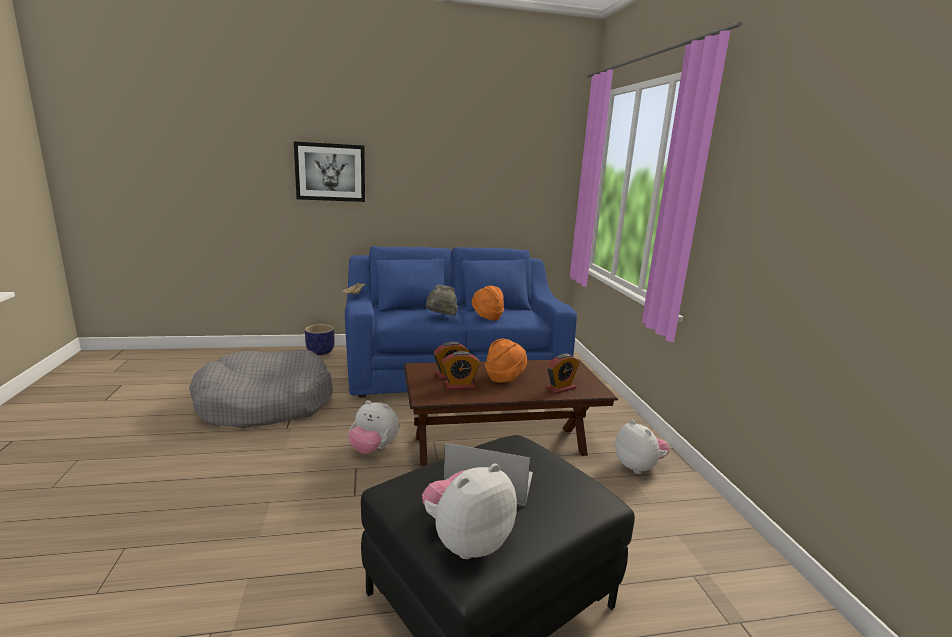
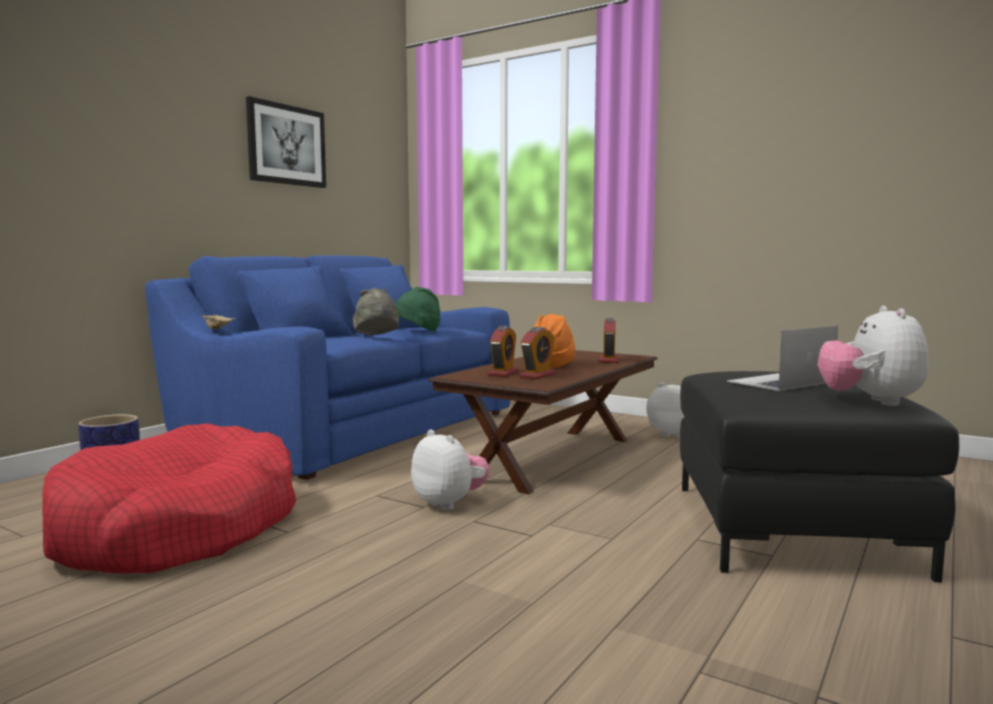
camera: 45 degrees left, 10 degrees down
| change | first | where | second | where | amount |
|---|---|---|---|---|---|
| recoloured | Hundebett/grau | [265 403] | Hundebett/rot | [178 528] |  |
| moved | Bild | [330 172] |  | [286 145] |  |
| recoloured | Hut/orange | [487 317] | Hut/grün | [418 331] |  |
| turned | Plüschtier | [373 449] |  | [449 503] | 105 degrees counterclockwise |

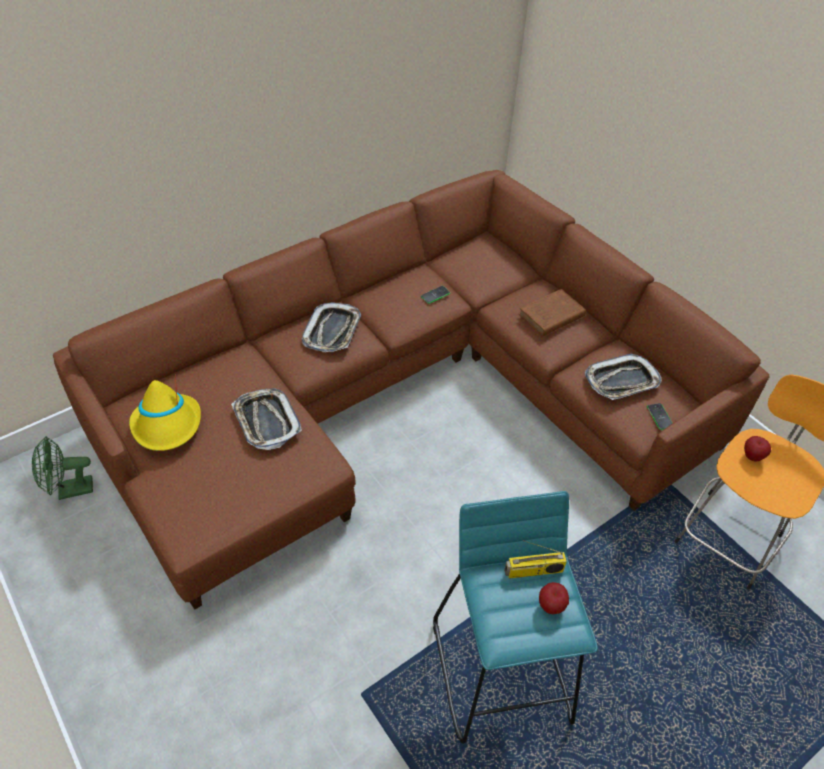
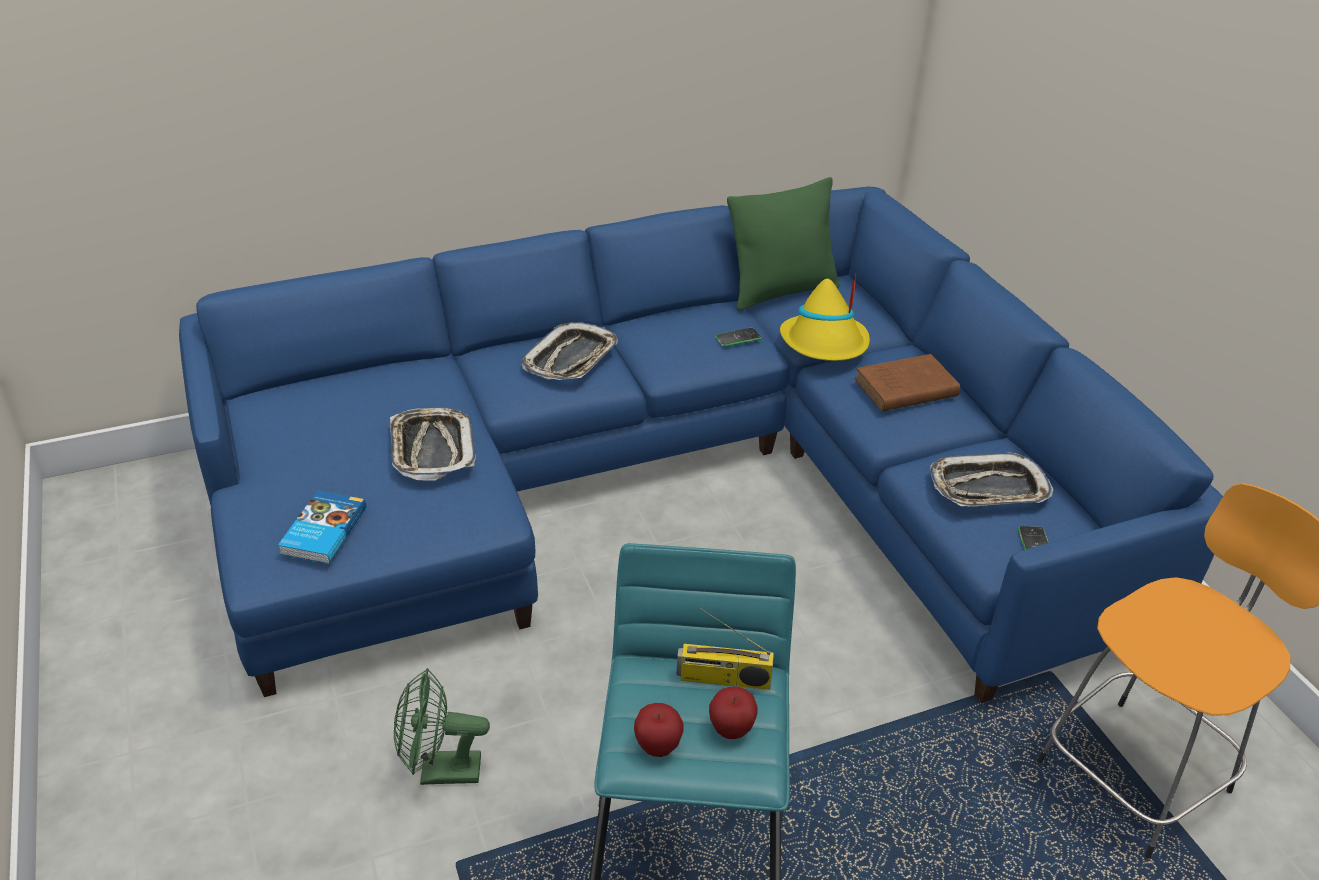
camera: 15 degrees right, 10 degrees down
| change | first | where | second | where | amount |
|---|---|---|---|---|---|
| recoloured | Sofa/braun | [402 396] | Sofa/blau | [667 485] |  |
| added |  |  | Buch | [322 531] |  |
| moved | Ventilator/grün | [69 490] |  | [440 772] |  |
| moved | Apfel | [752 456] |  | [658 747] |  |
| added |  |  | Kissen/grün | [781 291] |  |
| moved | Hut/gelb | [167 425] |  | [825 344] |  |

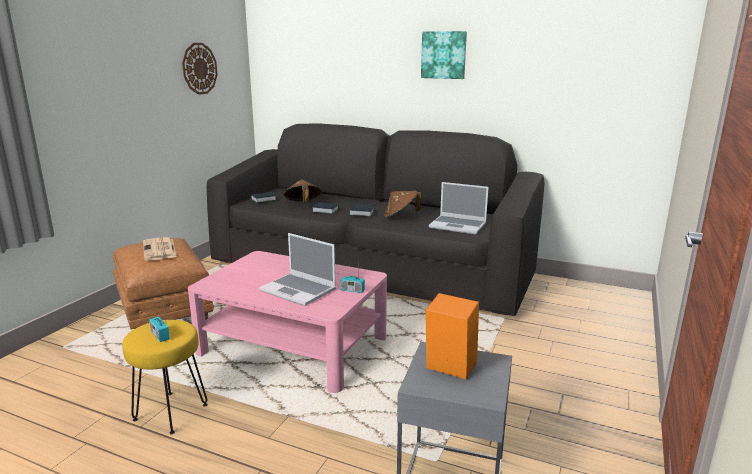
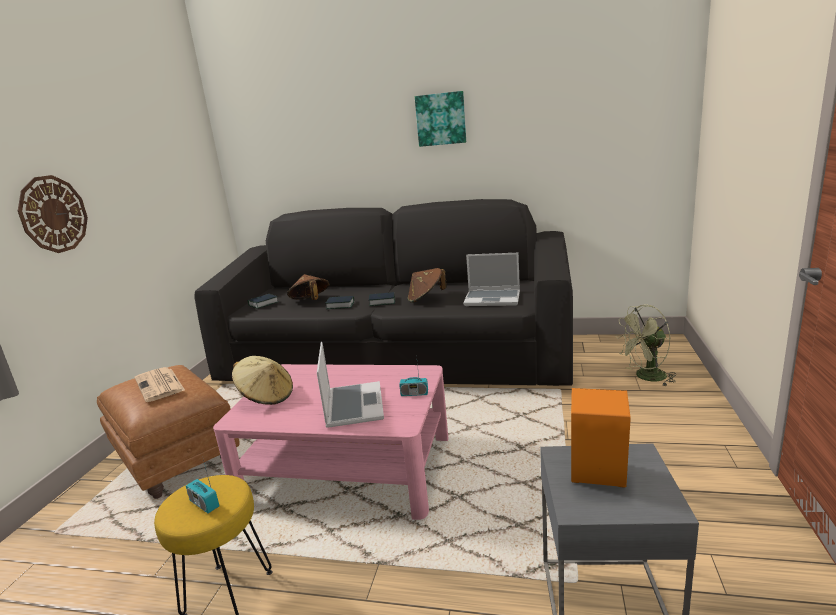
camera: 10 degrees left, 0 degrees up
| change | first | where | second | where | amount |
|---|---|---|---|---|---|
| moved | Wanduhr | [199 68] |  | [53 214] |  |
| added |  |  | Hut/beige | [266 397] |  |
| turned | Laptop | [299 290] |  | [353 405] | 120 degrees counterclockwise |
| added |  |  | Ventilator/grün | [646 377] |  |

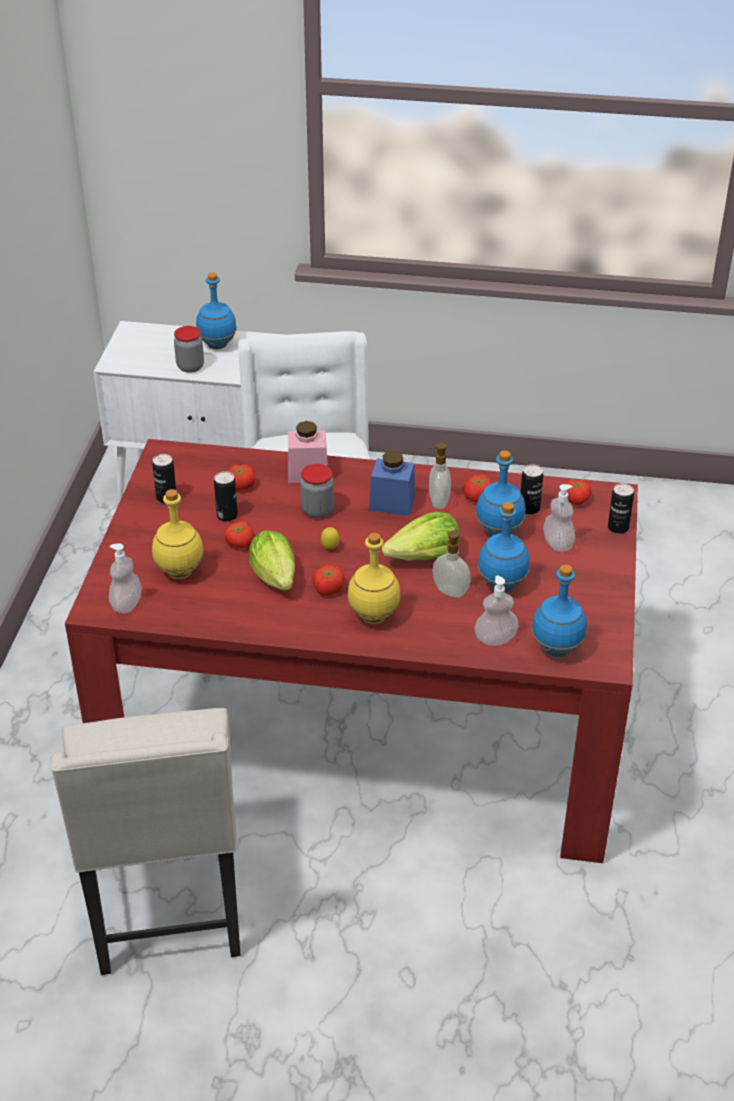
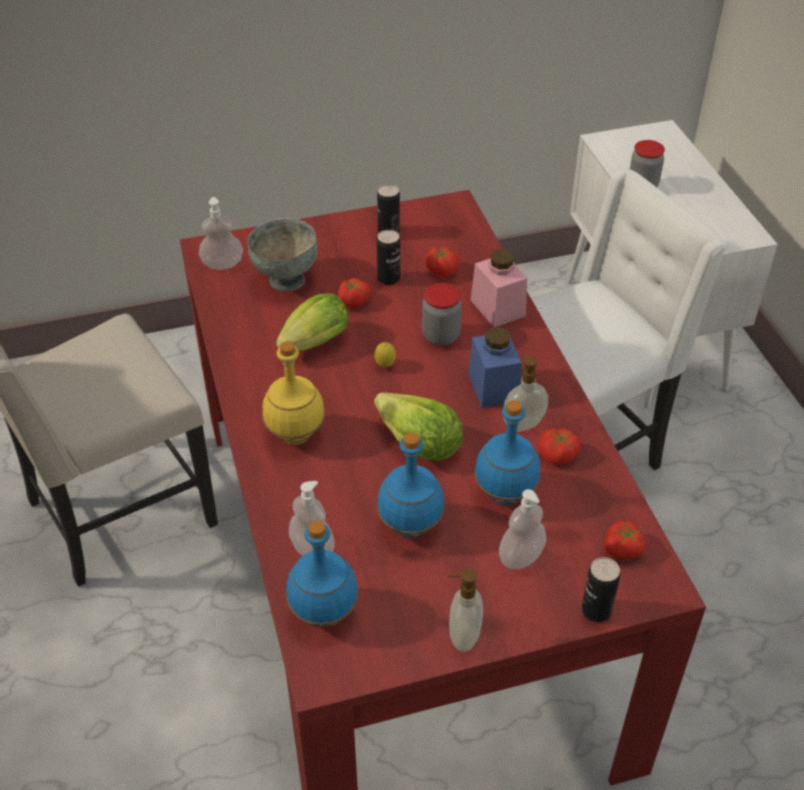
camera: 65 degrees right, 5 degrees up
| change | first | where | second | where | amount |
|---|---|---|---|---|---|
| replaced | Flasche/gelb | [180 572] | Schüssel/grau | [285 279] |  |
| moved | Seifenspender | [450 592] |  | [462 636] |  |
| removed | Flasche/blau | [217 345] |  |  |  |
| removed | Tomate | [327 588] |  |  |  |
| removed | Dose | [529 508] |  |  |  |

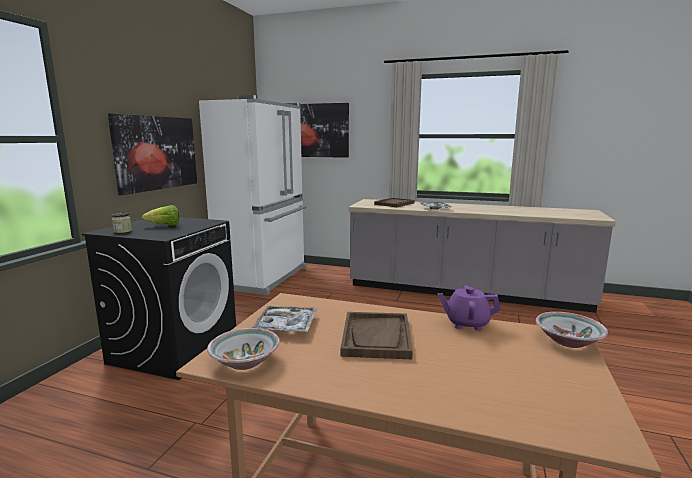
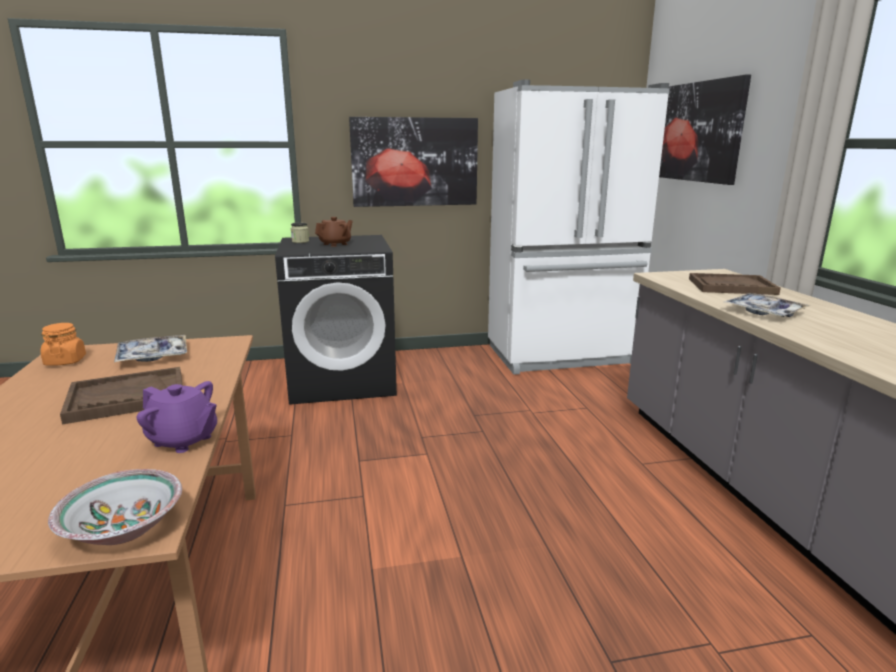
camera: 60 degrees right, 5 degrees up
| change | first | where | second | where | amount |
|---|---|---|---|---|---|
| replaced | Schüssel | [246 361] | Vorratsglas/orange | [65 361] |  |
| turned | Teekanne/lila | [466 323] |  | [183 440] | 135 degrees clockwise |
| replaced | Salatkopf | [165 226] | Teekanne/braun | [335 244] |  |

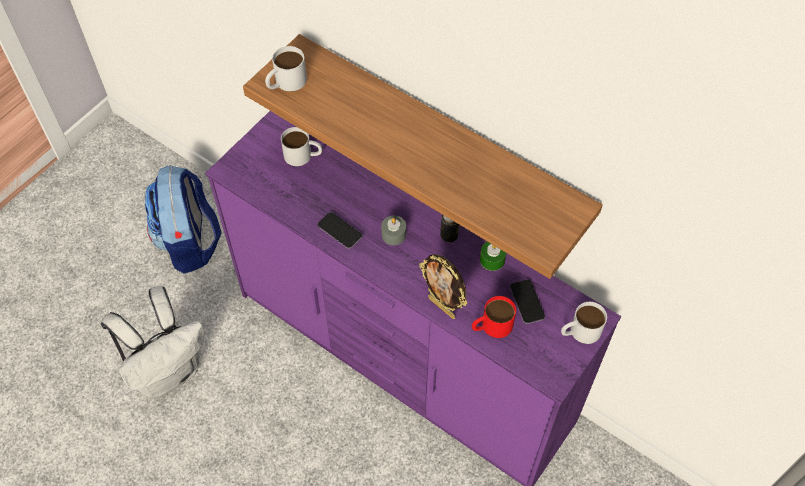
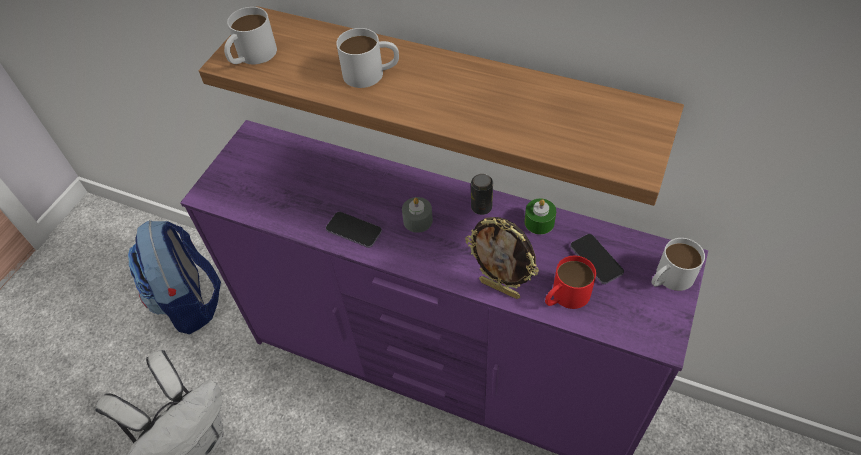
camera: 10 degrees left, 5 degrees down
| change | first | where | second | where | amount |
|---|---|---|---|---|---|
| moved | Henkelbecher/weiß | [303 155] |  | [371 73] |  |

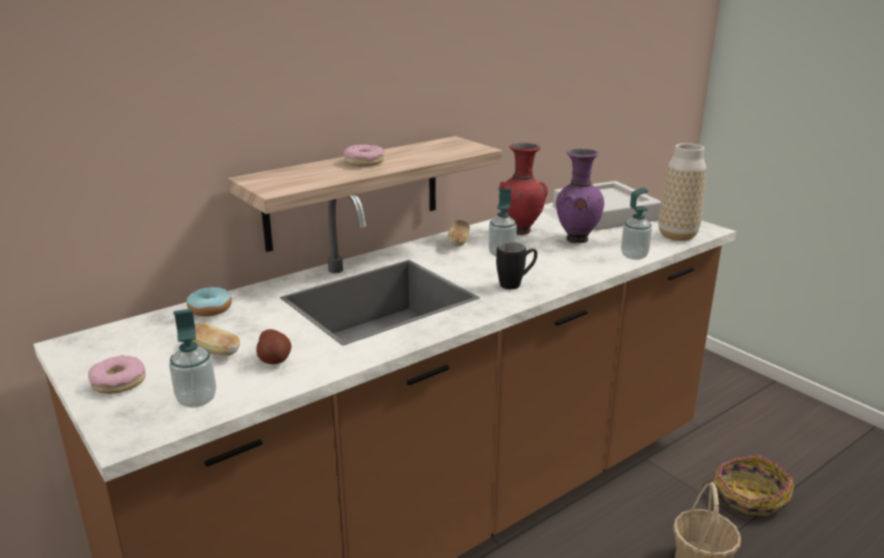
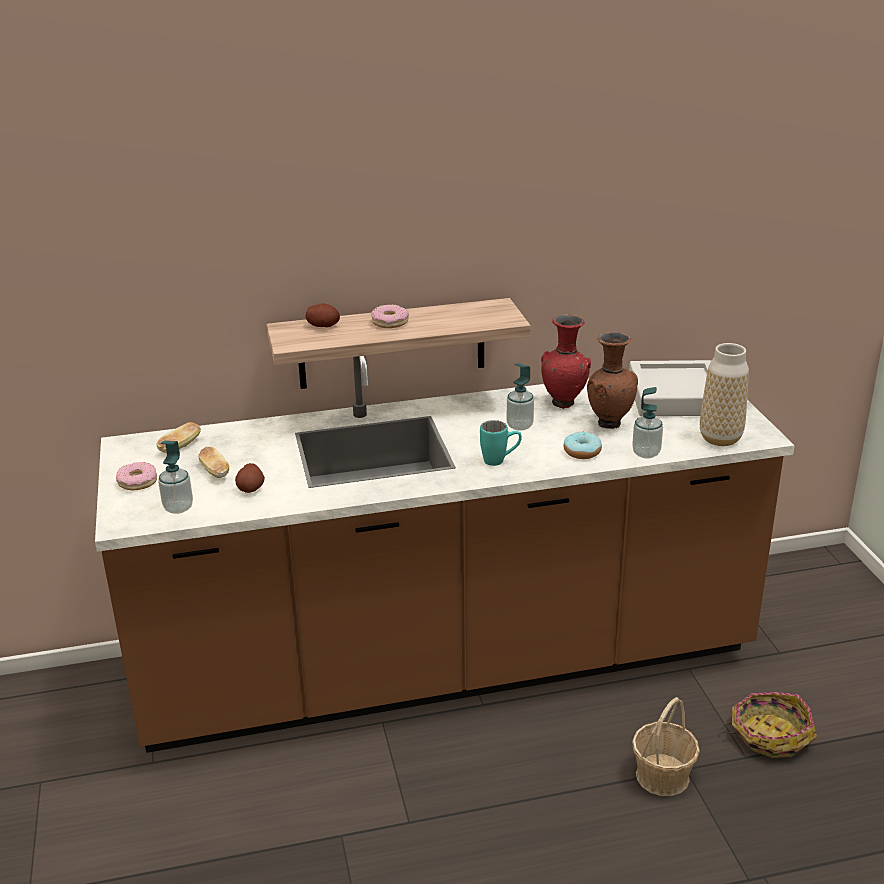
camera: 25 degrees right, 5 degrees up
| change | first | where | second | where | amount |
|---|---|---|---|---|---|
| moved | Brot | [459 242] |  | [180 447] |  |
| added |  |  | Kartoffel | [323 326] |  |
| recoloured | Henkelbecher/schwarz | [516 284] | Henkelbecher/türkis | [500 461] |  |
| moved | Donut | [210 309] |  | [582 452] |  |
| recoloured | Vase/lila | [576 239] | Vase/braun | [609 423] |  |

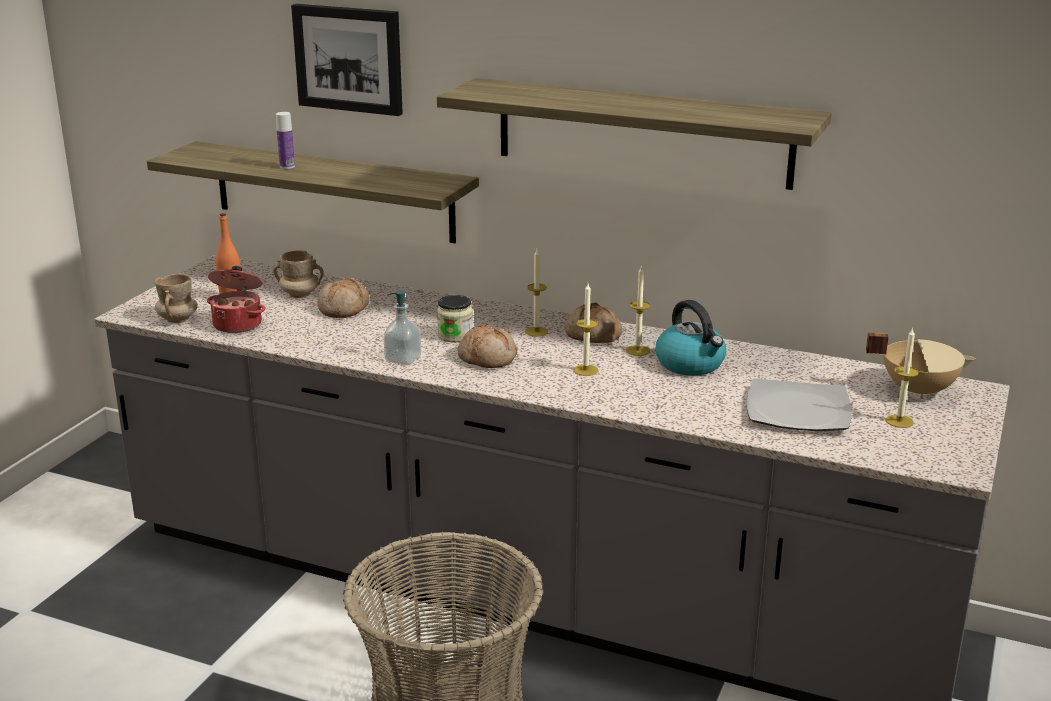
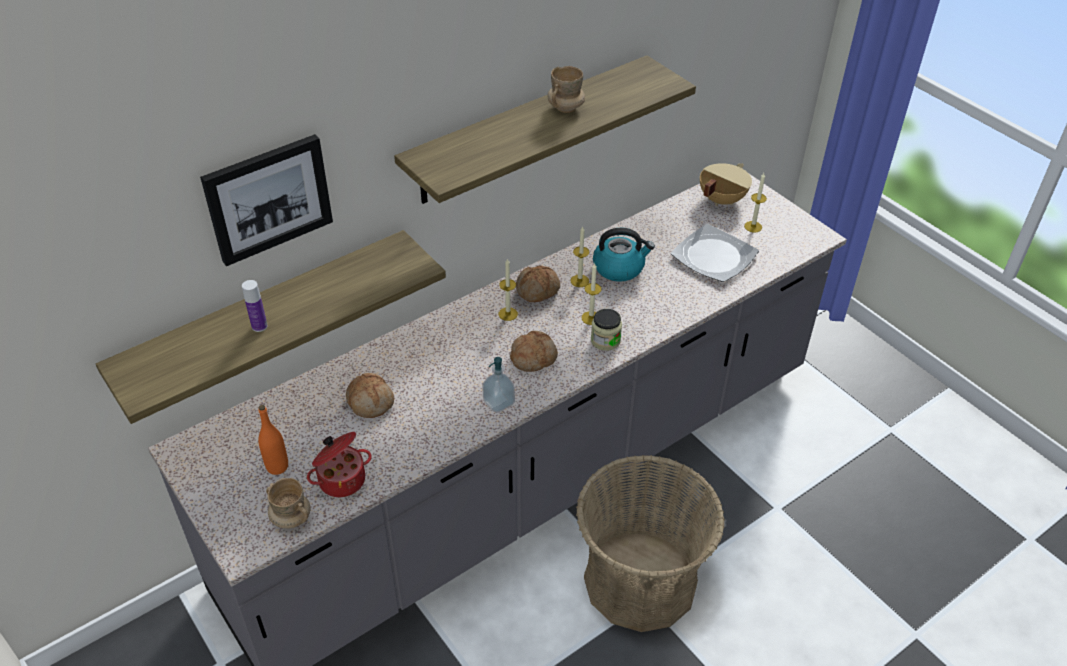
camera: 60 degrees left, 20 degrees up
| change | first | where | second | where | amount |
|---|---|---|---|---|---|
| moved | Henkelbecher/beige | [300 294] |  | [565 107] |  |
| moved | Vorratsglas | [455 335] |  | [605 340] |  |

